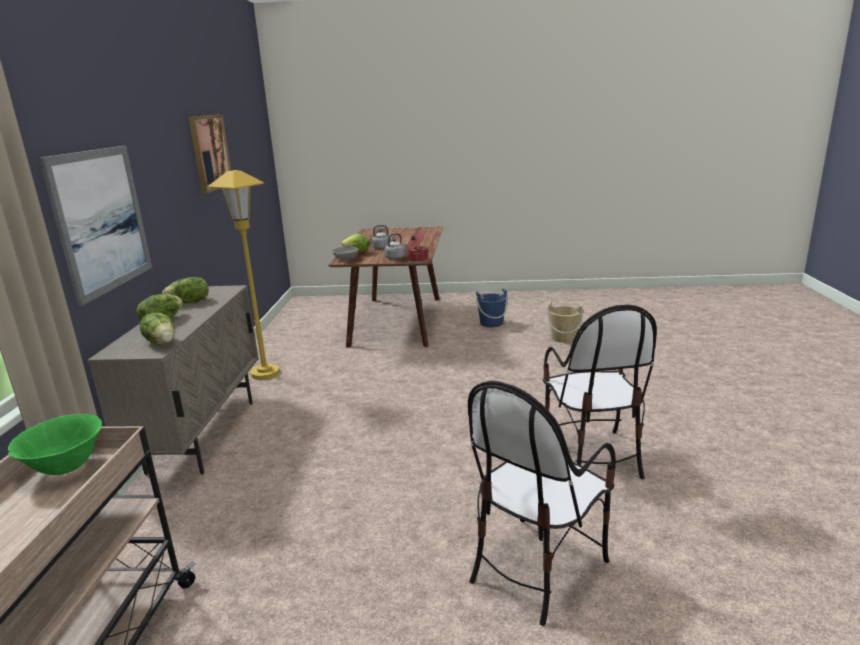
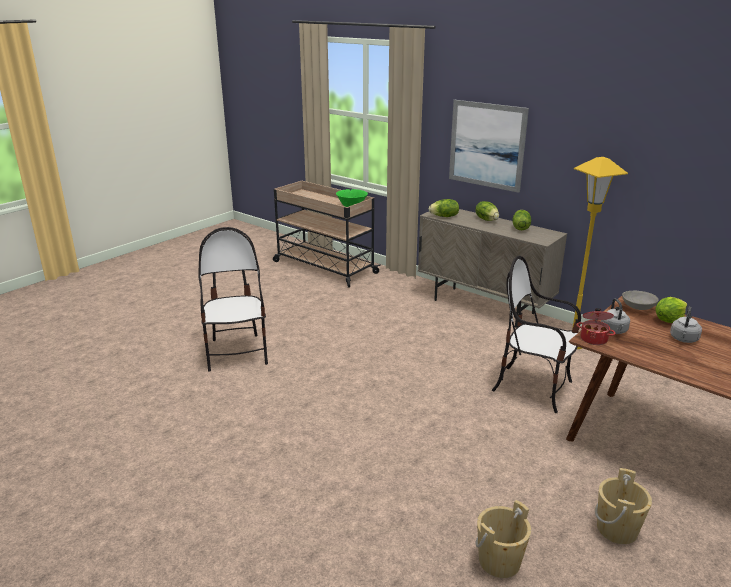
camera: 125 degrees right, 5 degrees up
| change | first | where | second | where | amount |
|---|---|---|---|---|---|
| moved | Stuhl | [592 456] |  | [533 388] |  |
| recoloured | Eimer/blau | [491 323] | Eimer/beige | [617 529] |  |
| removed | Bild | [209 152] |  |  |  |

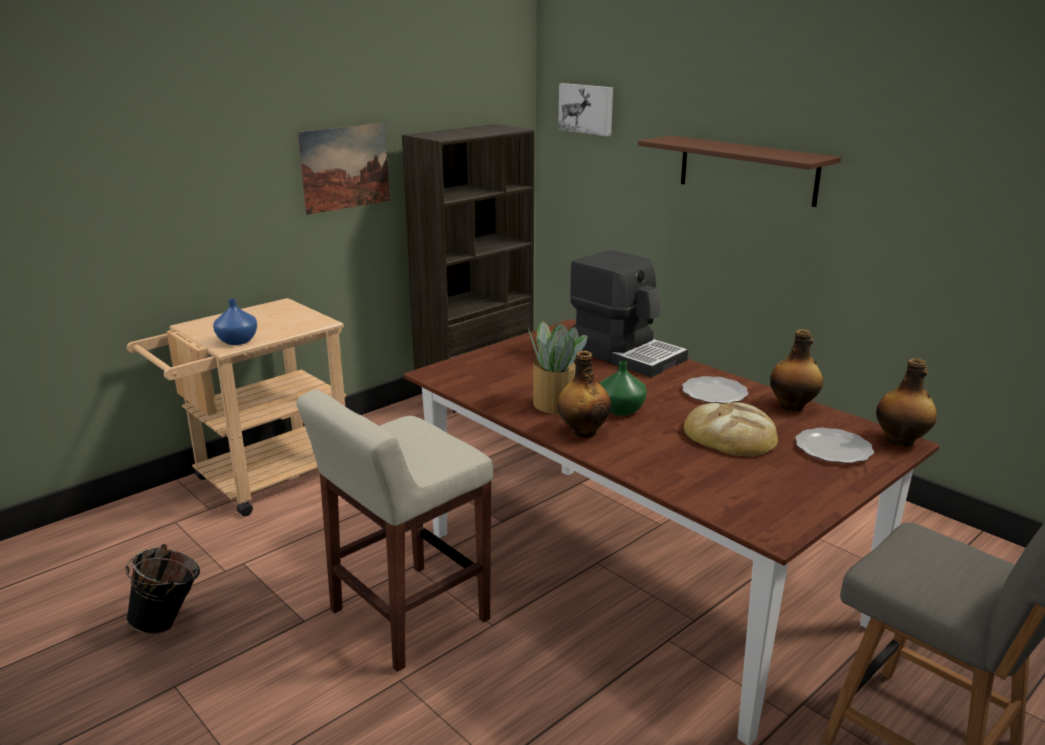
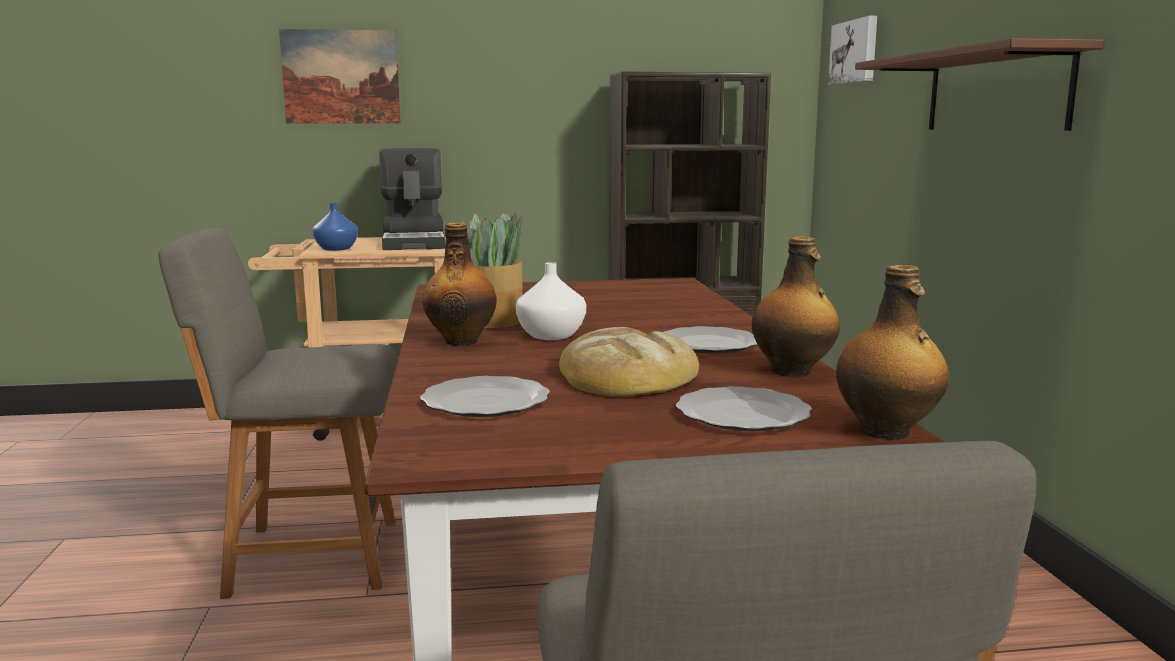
camera: 35 degrees right, 10 degrees down
| change | first | where | second | where | amount |
|---|---|---|---|---|---|
| replaced | Hocker/beige | [407 616] | Stuhl/grau | [307 557] |  |
| moved | Bild | [345 167] |  | [341 77] |  |
| moved | Kaffeemaschine | [626 354] |  | [415 242] |  |
| added |  |  | Teller | [484 401] |  |
| recoloured | Vase/grün | [621 410] | Vase/weiß | [552 336] |  |
| removed | Eimer/schwarz | [170 622] |  |  |  |

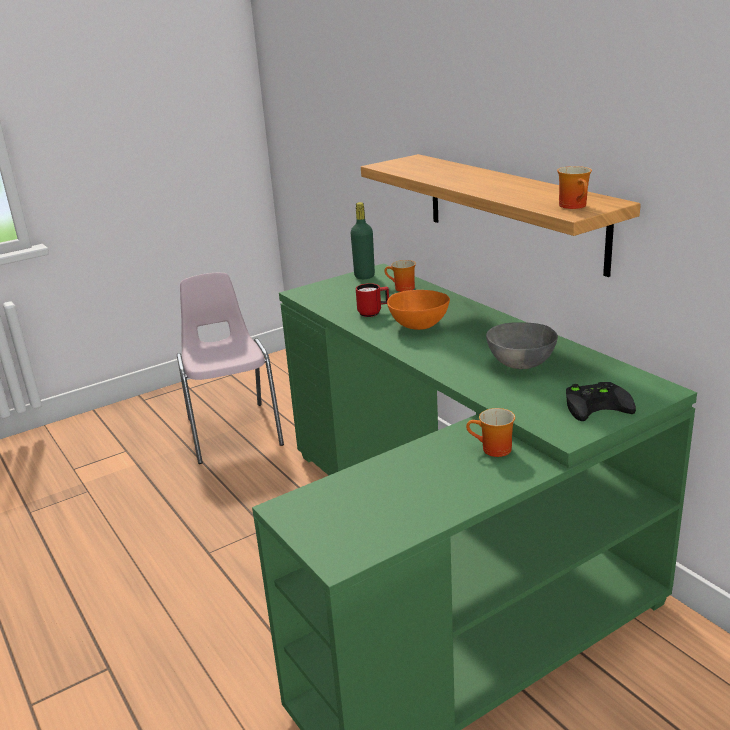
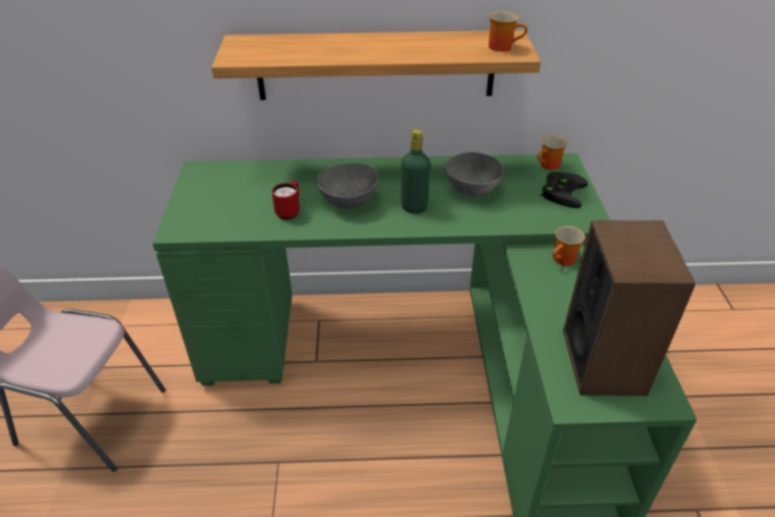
camera: 60 degrees left, 15 degrees up
| change | first | where | second | where | amount |
|---|---|---|---|---|---|
| recoloured | Schüssel/orange | [419 326] | Schüssel/grau | [350 202] |  |
| moved | Flasche/grün | [364 276] |  | [414 207] |  |
| moved | Henkelbecher | [401 289] |  | [549 166] |  |
| added |  |  | Lautsprecher | [603 361] |  |

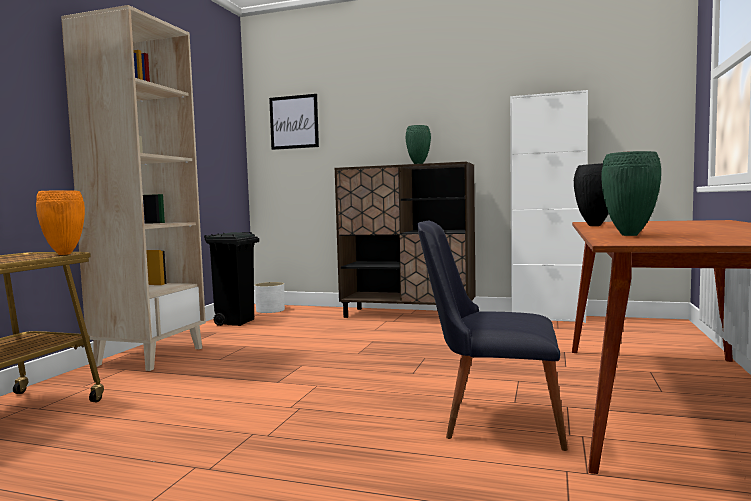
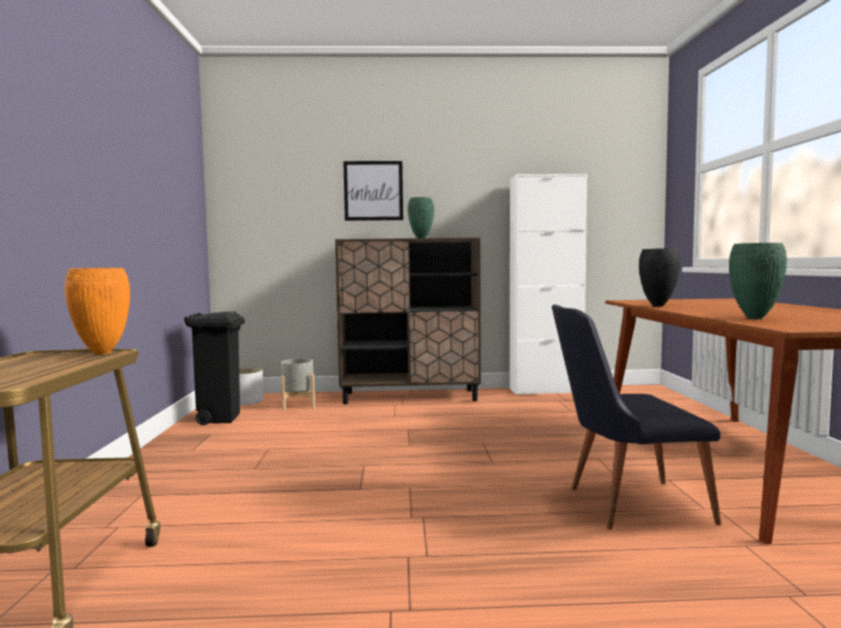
camera: 20 degrees left, 0 degrees up
| change | first | where | second | where | amount |
|---|---|---|---|---|---|
| added |  |  | Pflanzkübel/grau | [298 405] |  |
| moved | Bild | [294 122] |  | [373 191] |  |
| removed | Bücherregal/beige | [150 356] |  |  |  |

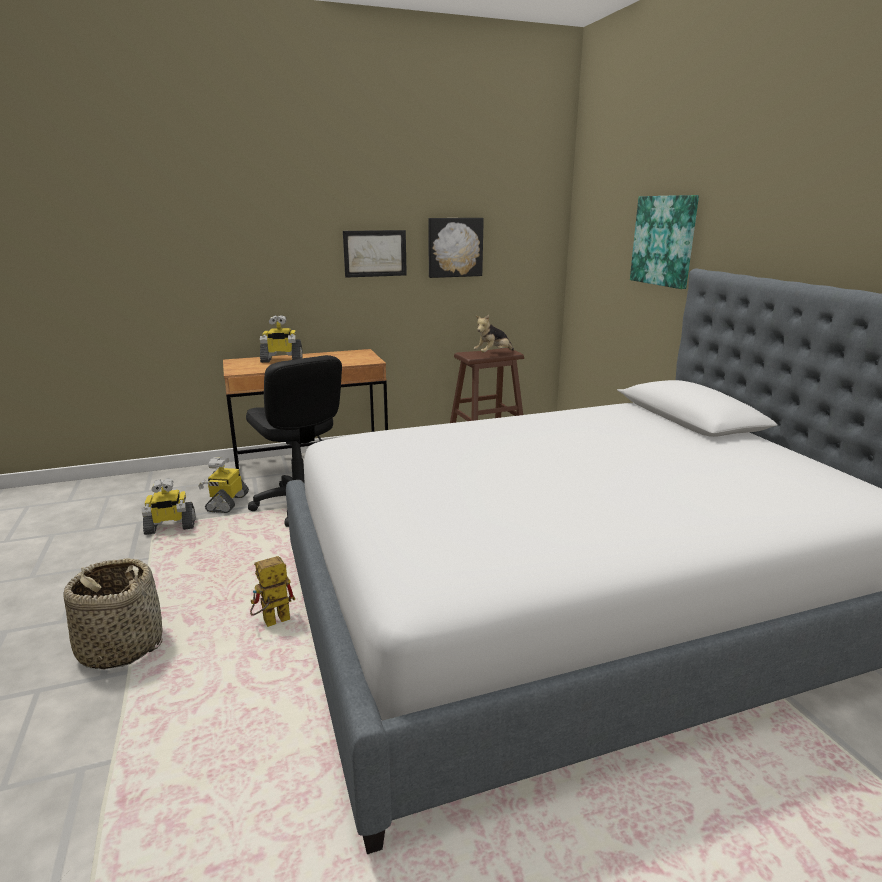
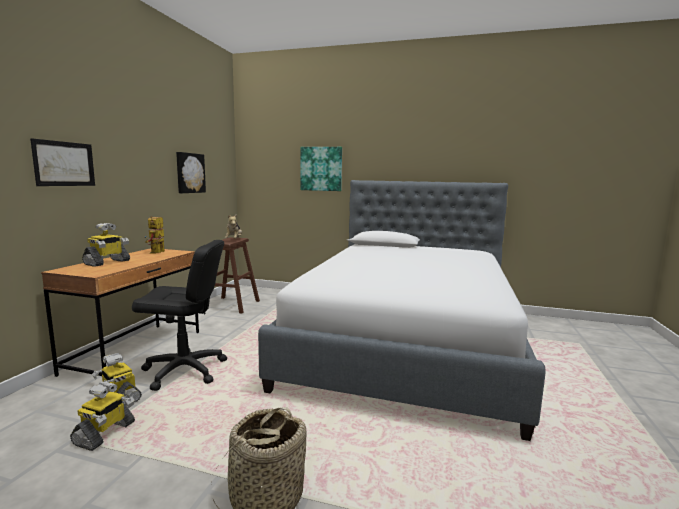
camera: 55 degrees left, 10 degrees down
| change | first | where | second | where | amount |
|---|---|---|---|---|---|
| moved | Bild | [375 253] |  | [64 164] |  |
| moved | Spielzeugroboter | [271 623] |  | [157 253] |  |

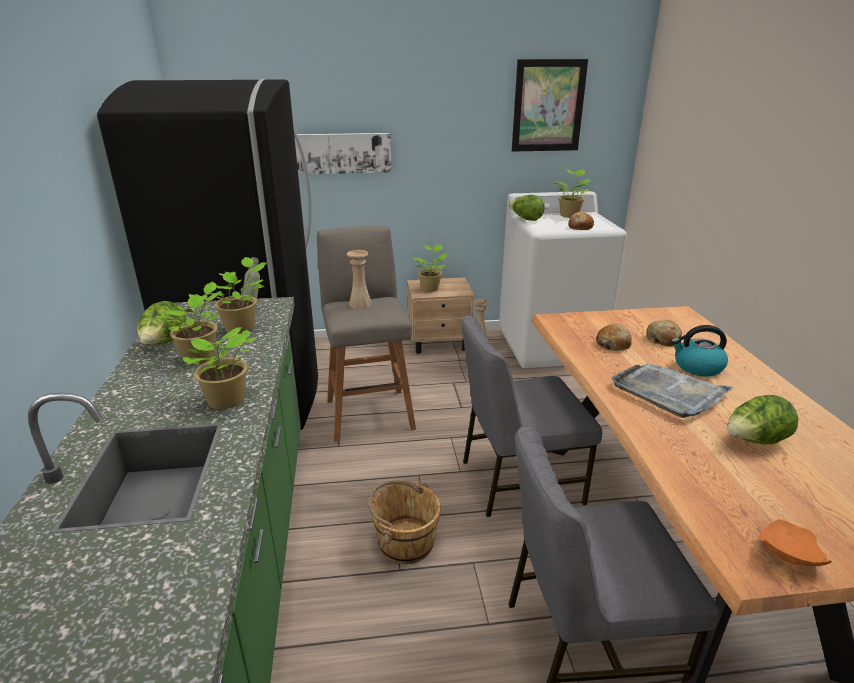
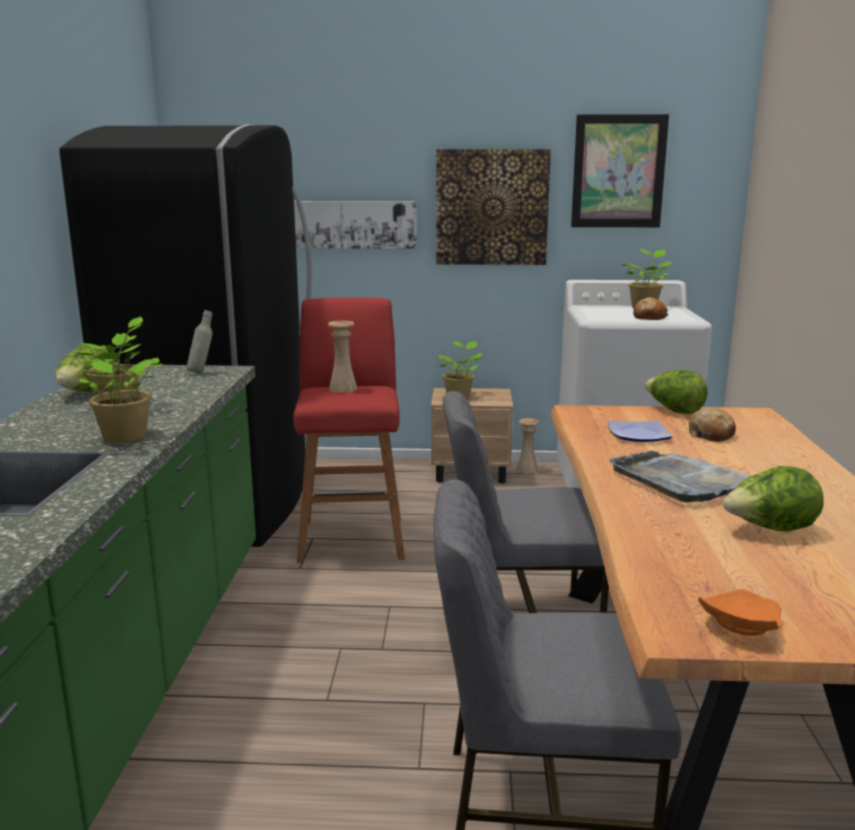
camera: 10 degrees right, 10 degrees down
| change | first | where | second | where | amount |
|---|---|---|---|---|---|
| recoloured | Hocker/grau | [369 412] | Hocker/rot | [352 537] |  |
| added |  |  | Bild | [491 207] |  |
| replaced | Brot | [613 344] | Teller | [640 435] |  |
| moved | Salatkopf | [526 219] |  | [674 411] |  |
| removed | Topfpflanze | [242 328] |  |  |  |
| removed | Eimer/braun | [405 542] |  |  |  |
| removed | Wasserkessel | [697 367] |  |  |  |

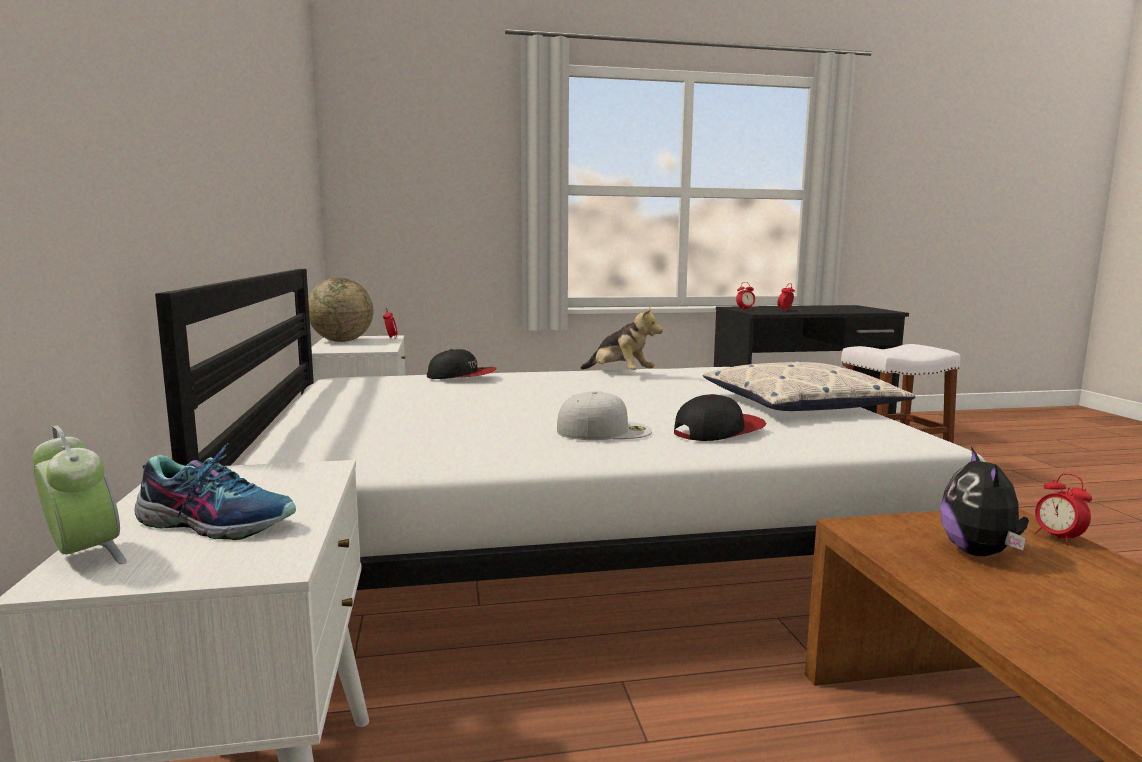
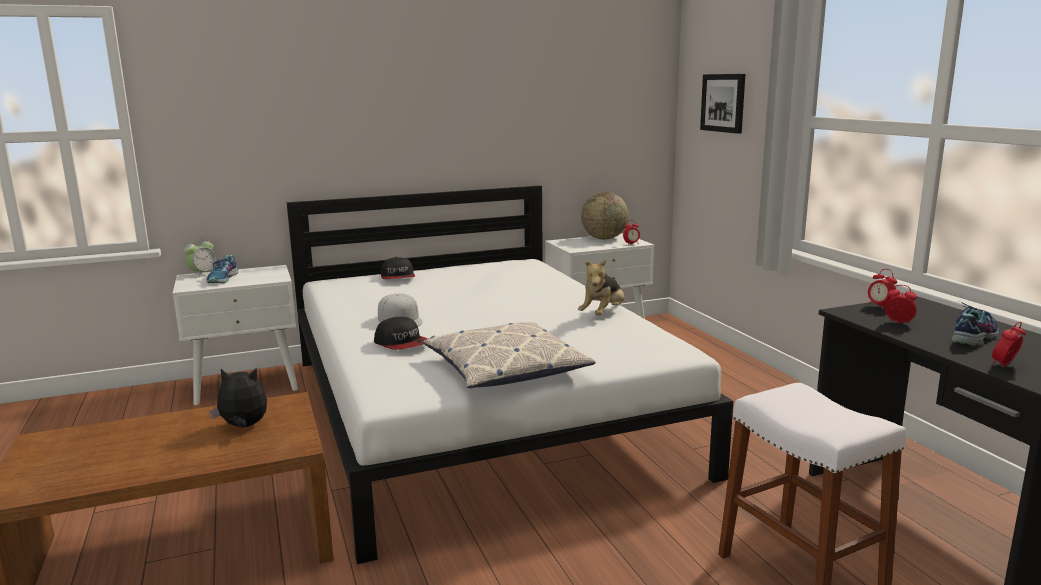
camera: 80 degrees right, 5 degrees up
| change | first | where | second | where | amount |
|---|---|---|---|---|---|
| moved | Kappe | [462 376] |  | [398 277] |  |
| added |  |  | Bild | [723 103] |  |
| added |  |  | Schuh | [973 336] |  |
| moved | Wecker | [1057 538] |  | [1004 366] |  |

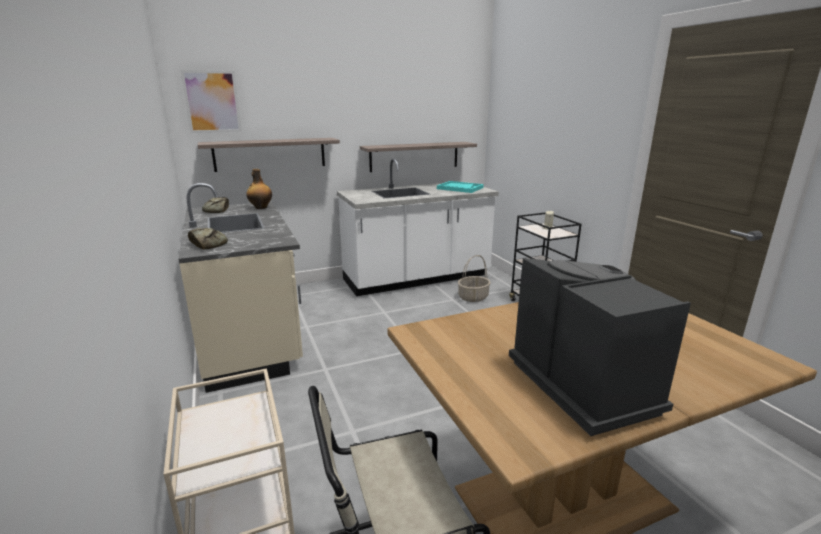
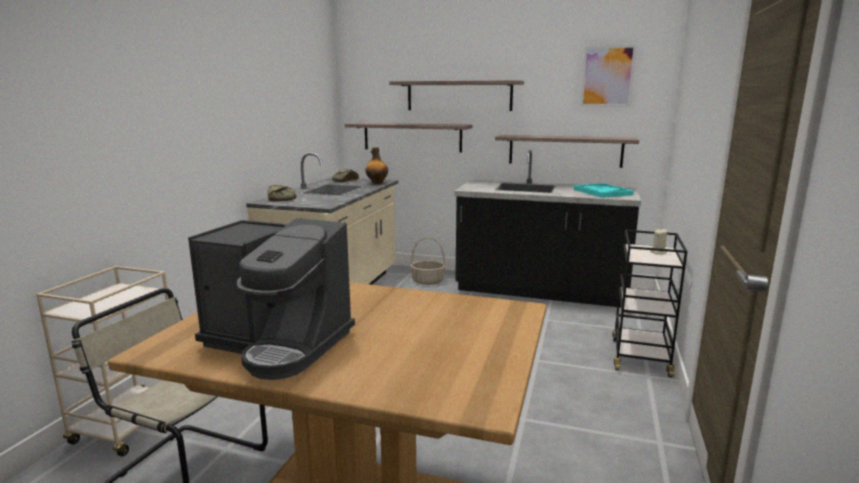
camera: 40 degrees right, 5 degrees down
| change | first | where | second | where | amount |
|---|---|---|---|---|---|
| turned | Kaffeemaschine | [583 384] |  | [278 343] | 90 degrees clockwise |
| added |  |  | Wandregal | [459 96] |  |
| moved | Korb | [473 297] |  | [427 281] |  |
| recoloured | Küchenzeile/weiß | [417 279] | Küchenzeile/schwarz | [540 291] |  |
| moved | Bild | [212 102] |  | [607 76] |  |

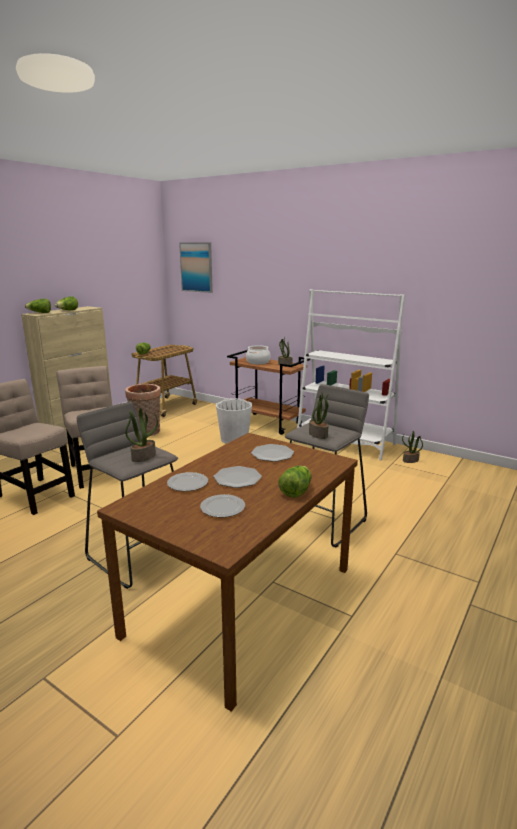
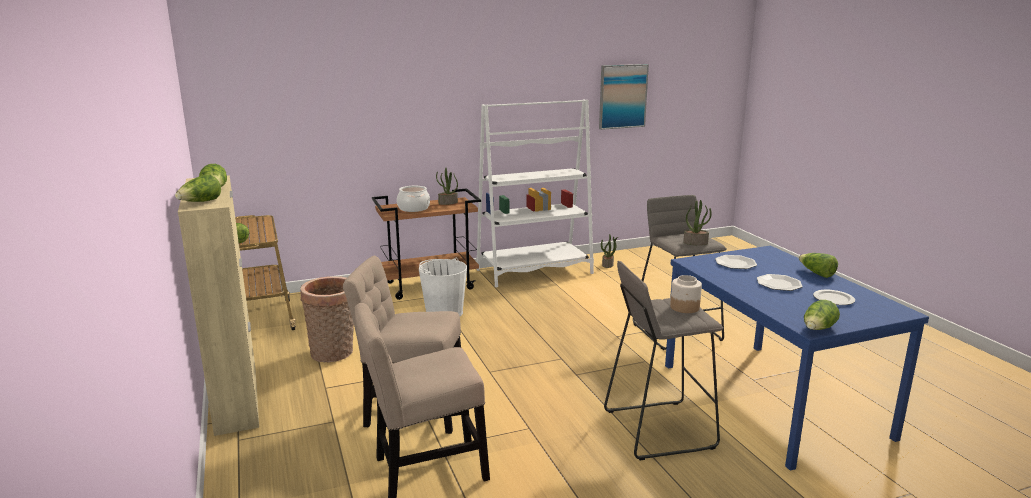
camera: 55 degrees left, 0 degrees up
| change | first | where | second | where | amount |
|---|---|---|---|---|---|
| moved | Bild | [196 267] |  | [622 96] |  |
| recoloured | Esstisch/braun | [242 599] | Esstisch/blau | [769 399] |  |
| replaced | Topfpflanze | [143 456] | Vorratsglas | [684 307] |  |
| added |  |  | Salatkopf | [818 329] |  |
| removed | Teller | [187 484] |  |  |  |

